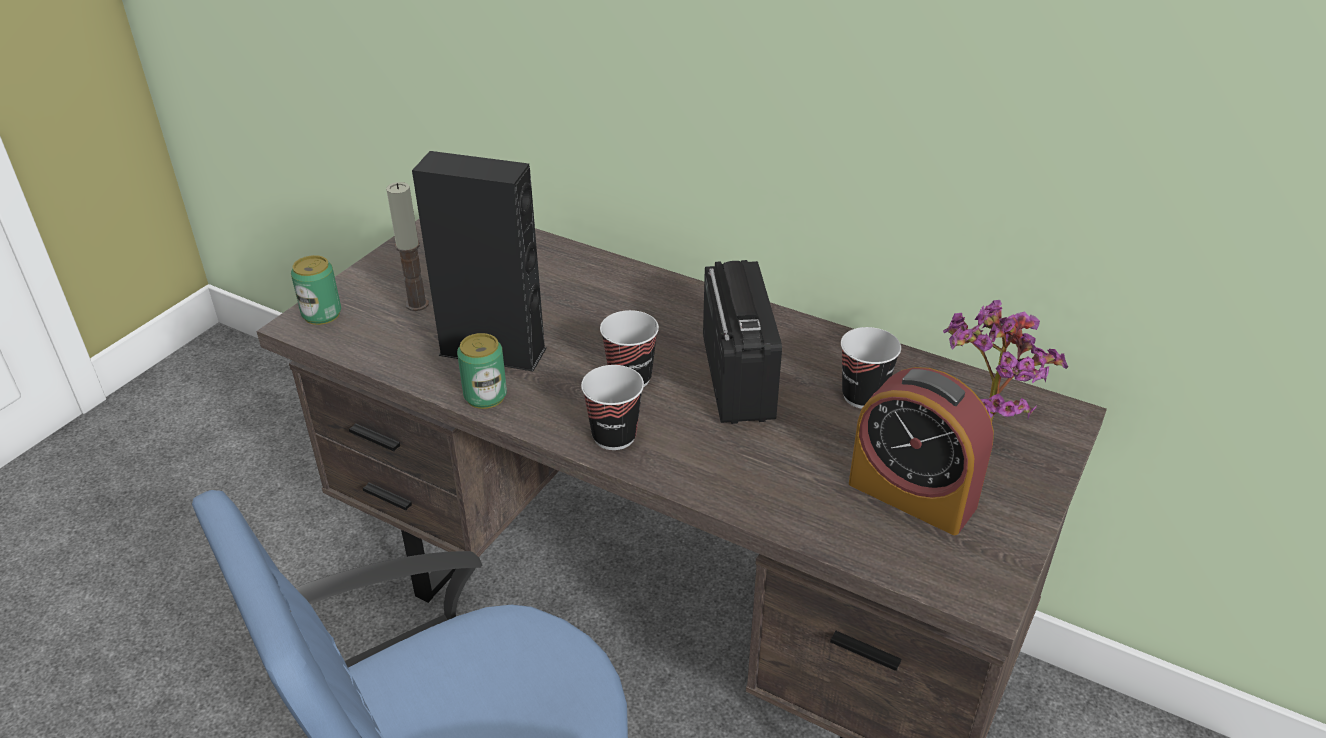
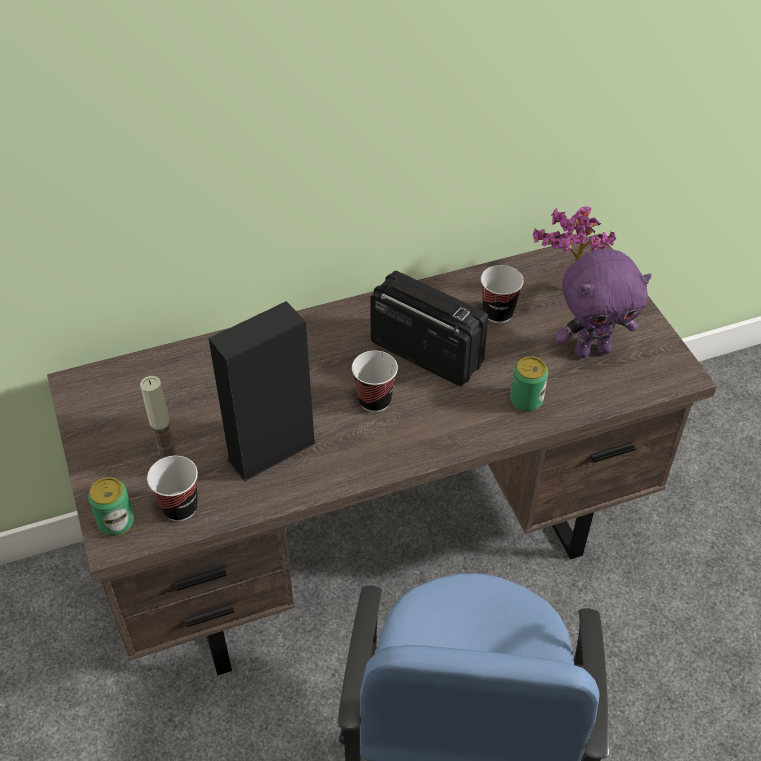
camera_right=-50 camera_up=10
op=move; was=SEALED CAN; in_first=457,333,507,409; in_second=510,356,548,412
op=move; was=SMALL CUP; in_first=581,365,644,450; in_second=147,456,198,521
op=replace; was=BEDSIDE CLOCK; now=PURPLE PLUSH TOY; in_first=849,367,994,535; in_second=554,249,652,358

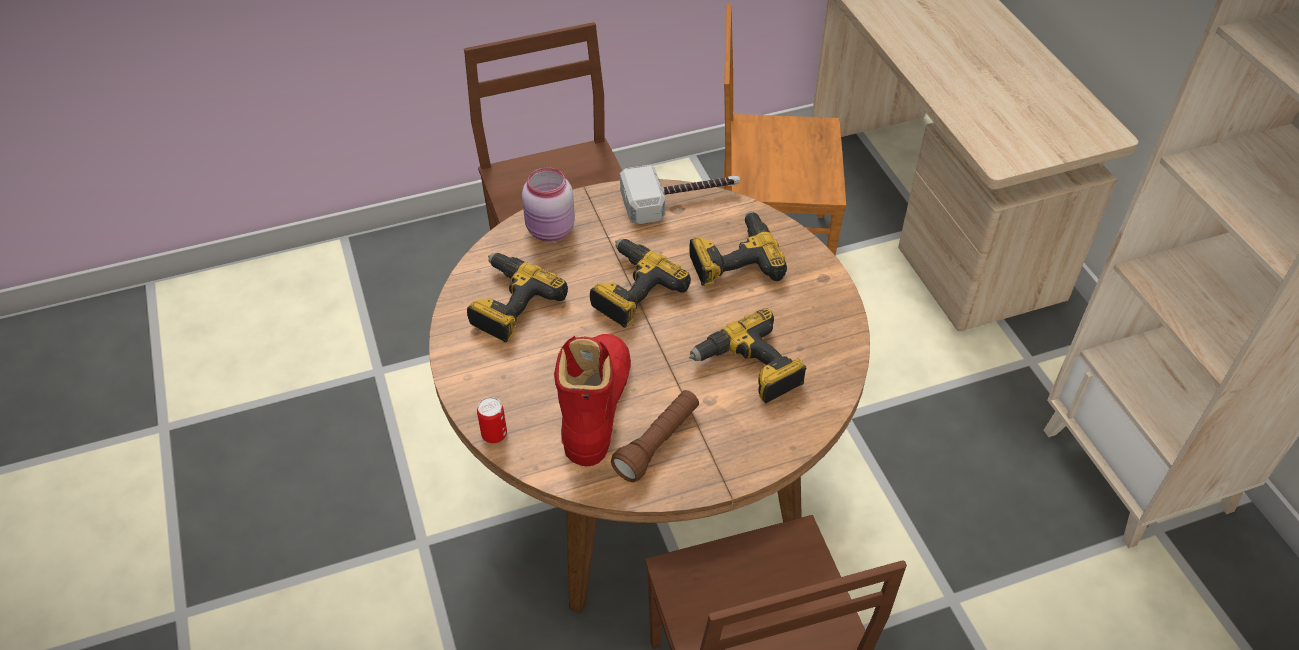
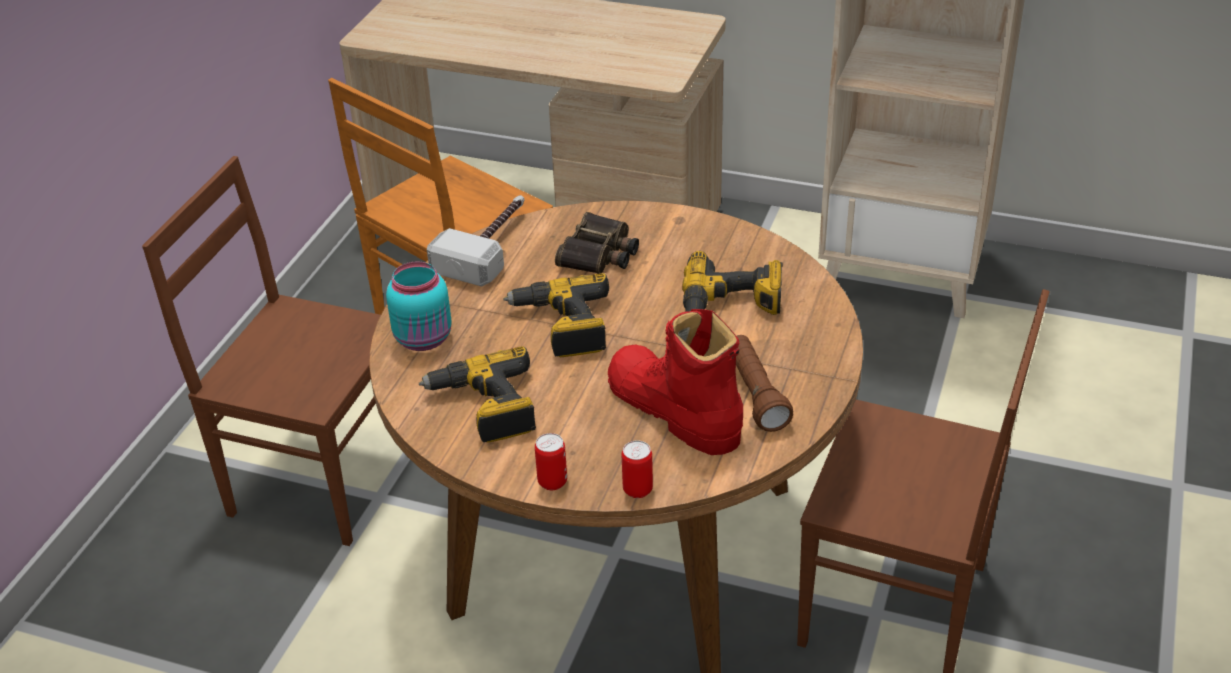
camera_right=-50 camera_up=-10
op=recolor; was=PINK JAR; now=BLUE-GREEN JAR; in_first=522,168,575,242; in_second=386,261,452,351
op=replace; was=DRILL; now=PAIR OF BINOCULARS; in_first=690,211,787,286; in_second=555,212,639,274
op=insert; now=SEALED CAN; in_second=535,433,567,490

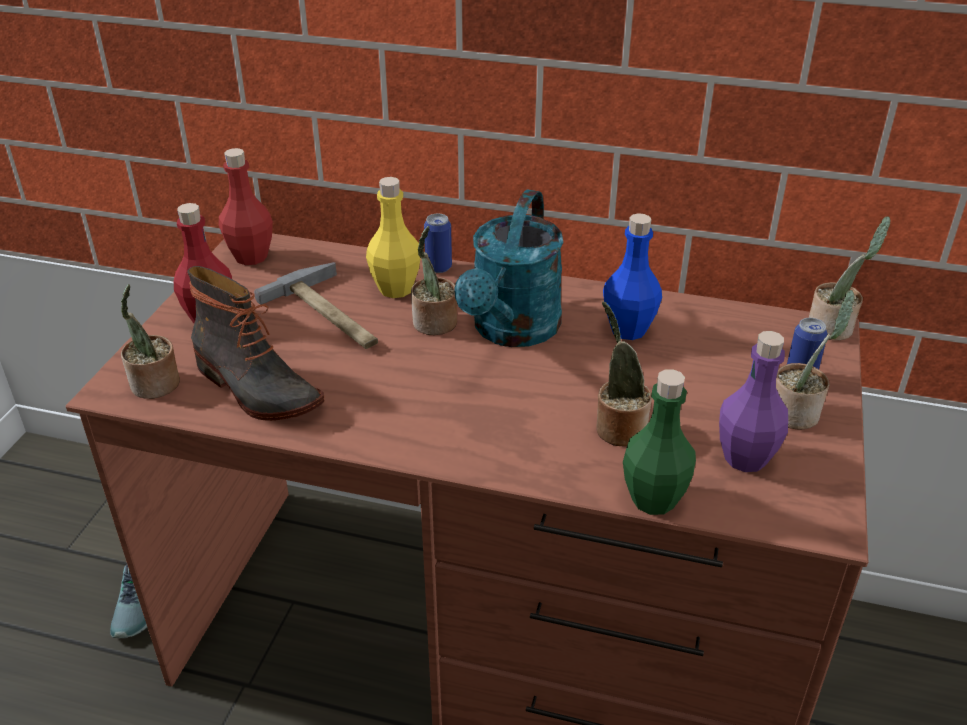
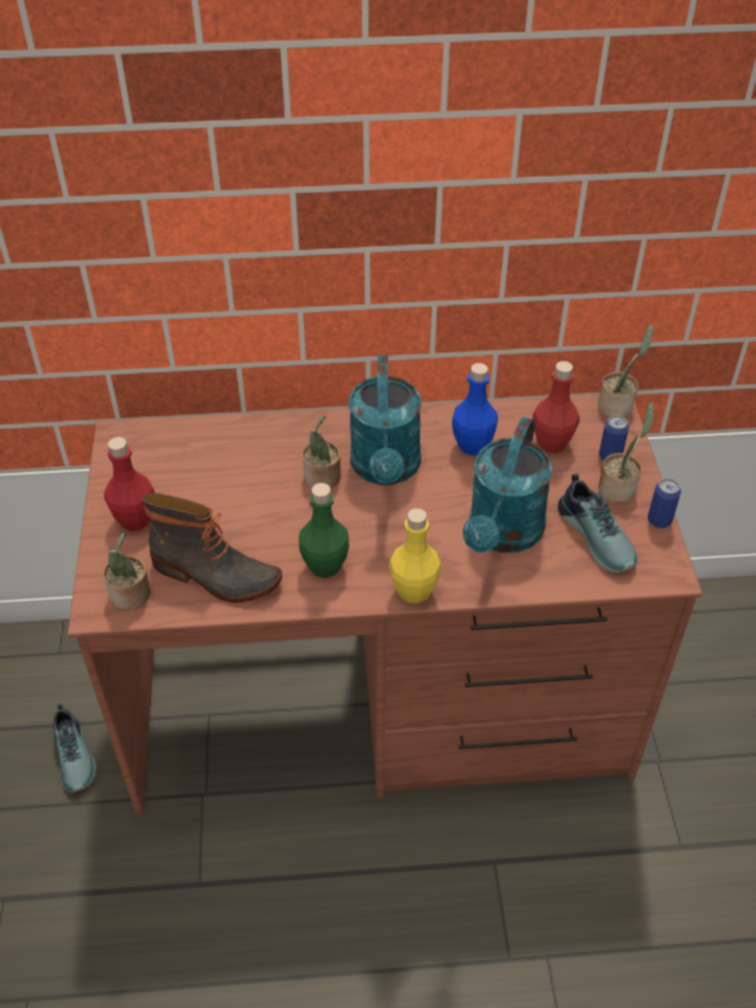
camera_right=-20 camera_up=10
op=move; was=REDDISH BEVERAGE BOTTLE; in_first=219,148,273,265; in_second=532,361,580,453
op=delete; was=HAMMER; in_first=254,262,378,349
op=move; was=YELLOWISH BEVERAGE BOTTLE; in_first=366,177,421,298; in_second=389,508,442,604
op=move; was=SEALED CAN; in_first=424,213,452,273; in_second=648,478,681,528
op=replace; was=PLANT IN A POT; now=BLUE-GREEN WATERING CAN; in_first=596,301,652,447; in_second=463,417,552,553
op=move; was=GREENISH BEVERAGE BOTTLE; in_first=623,369,696,515; in_second=299,483,349,578
op=replace; was=PURPLE BEVERAGE BOTTLE; now=LOW SHOE; in_first=719,331,788,472; in_second=558,473,638,573

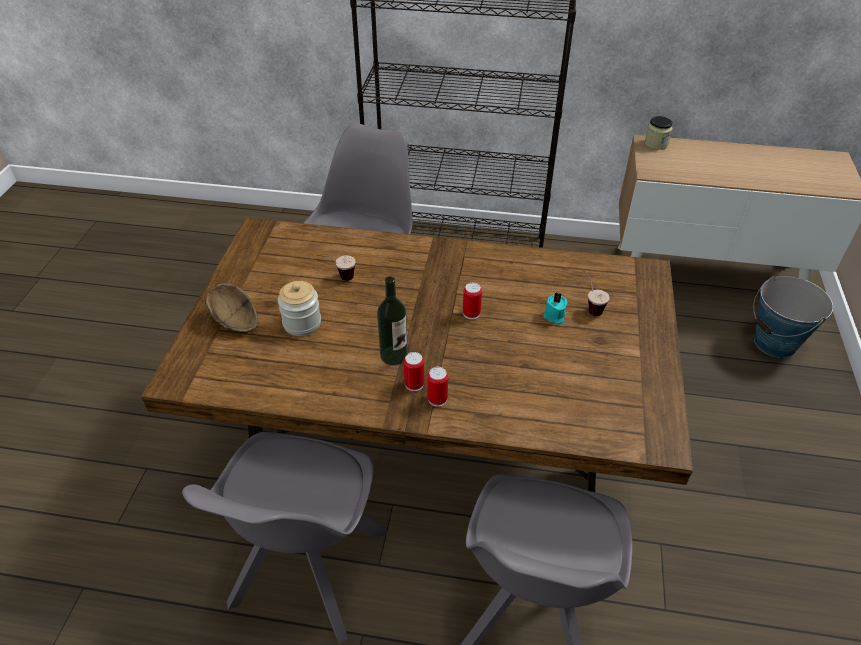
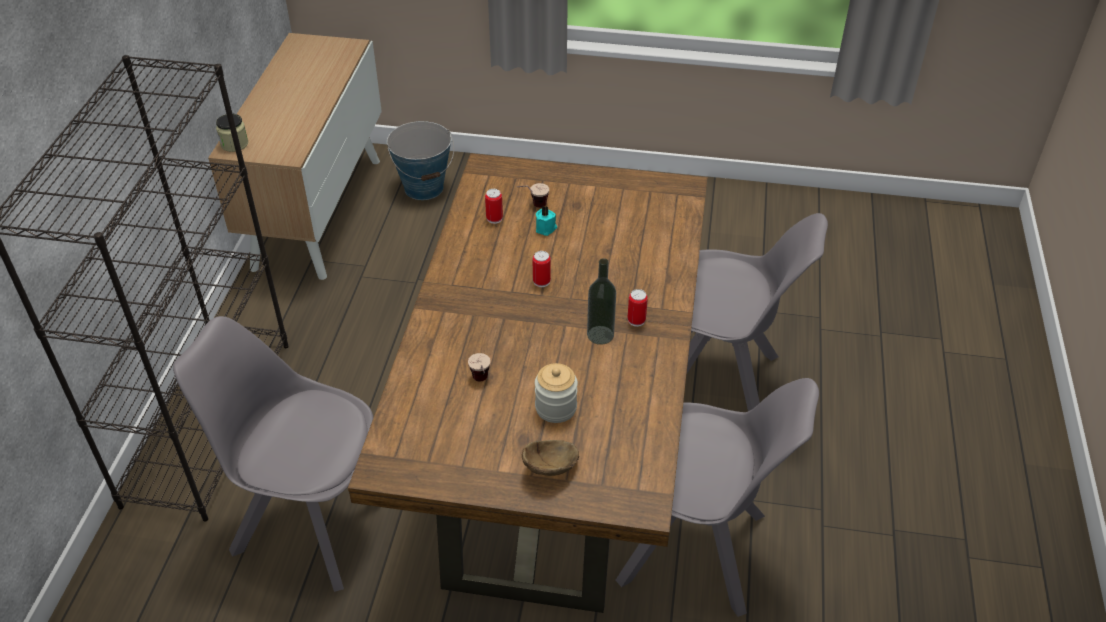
camera_right=-90 camera_up=0
op=move; was=SEALED CAN; in_first=427,367,448,407; in_second=485,189,503,224

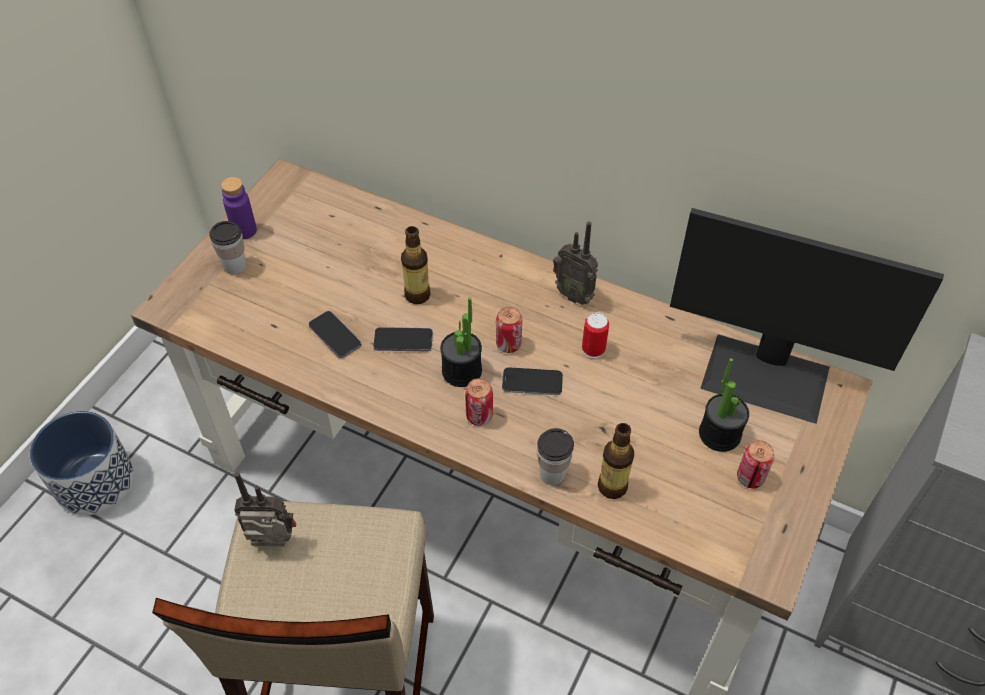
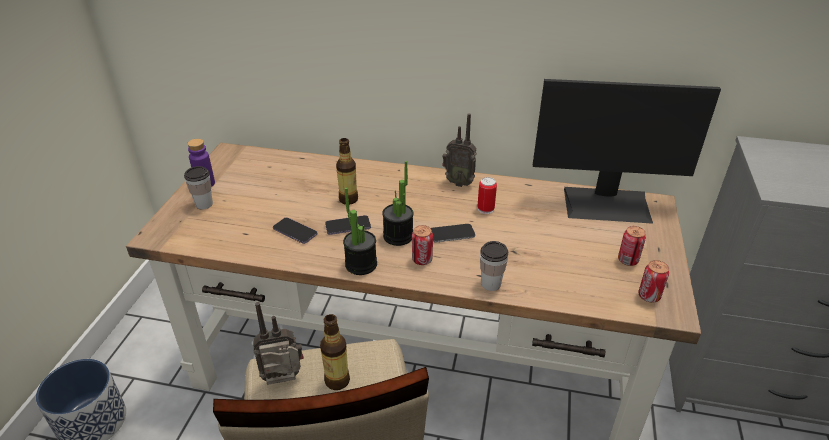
camera_right=-15 camera_up=-15
op=move; was=SEALED CAN; in_first=496,307,522,353; in_second=638,260,669,303
op=move; was=BEVERAGE BOTTLE; in_first=598,423,634,499; in_second=320,314,350,390
op=move; was=PLANT IN A POT; in_first=699,358,749,452; in_second=343,187,377,275

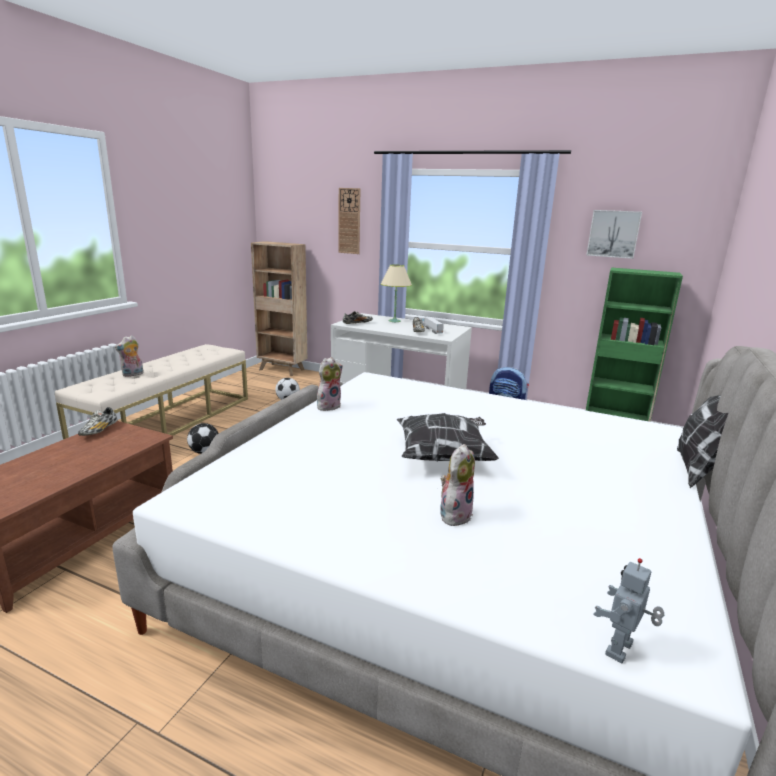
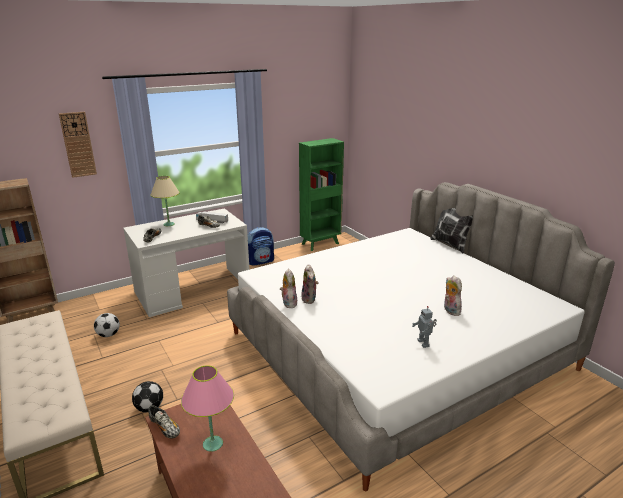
camera_right=-55 camera_up=5
op=move; was=PLUSH TOY; in_first=115,335,144,377; in_second=301,264,318,304
op=delete; was=THROW PILLOW; in_first=396,413,499,461
op=delete; was=WALL PICTURE; in_first=586,210,642,259
op=move; was=MODEL ROBOT; in_first=594,558,664,663; in_second=412,306,437,348
op=insert; now=PINK TABLE LAMP; in_second=181,365,234,452

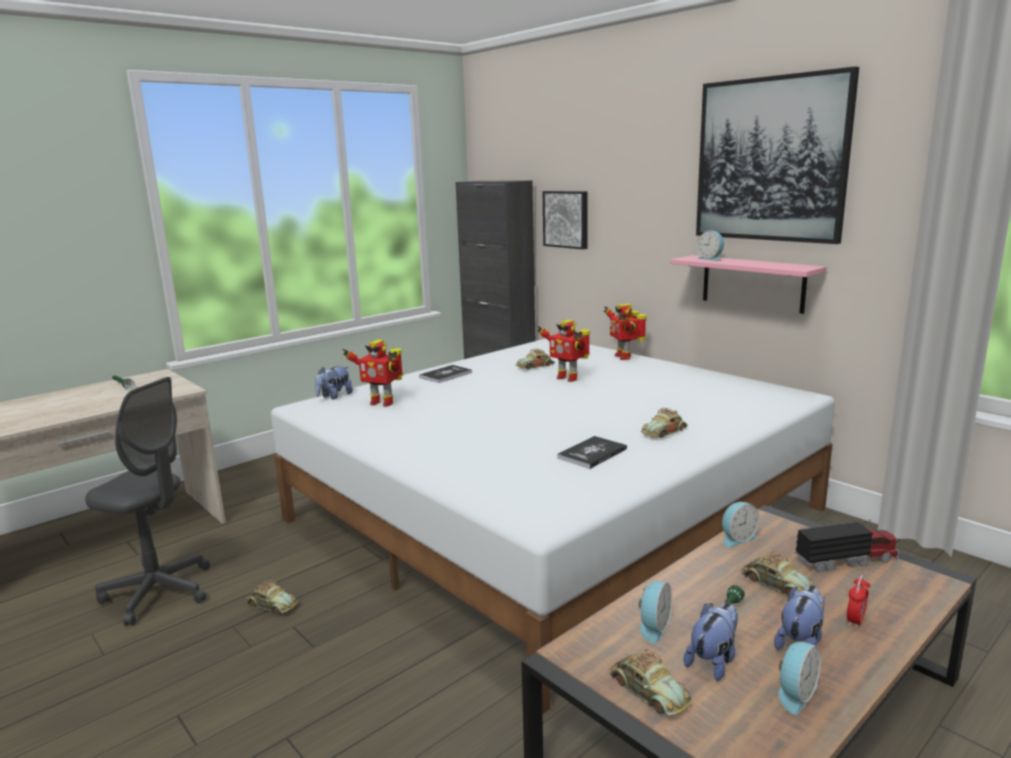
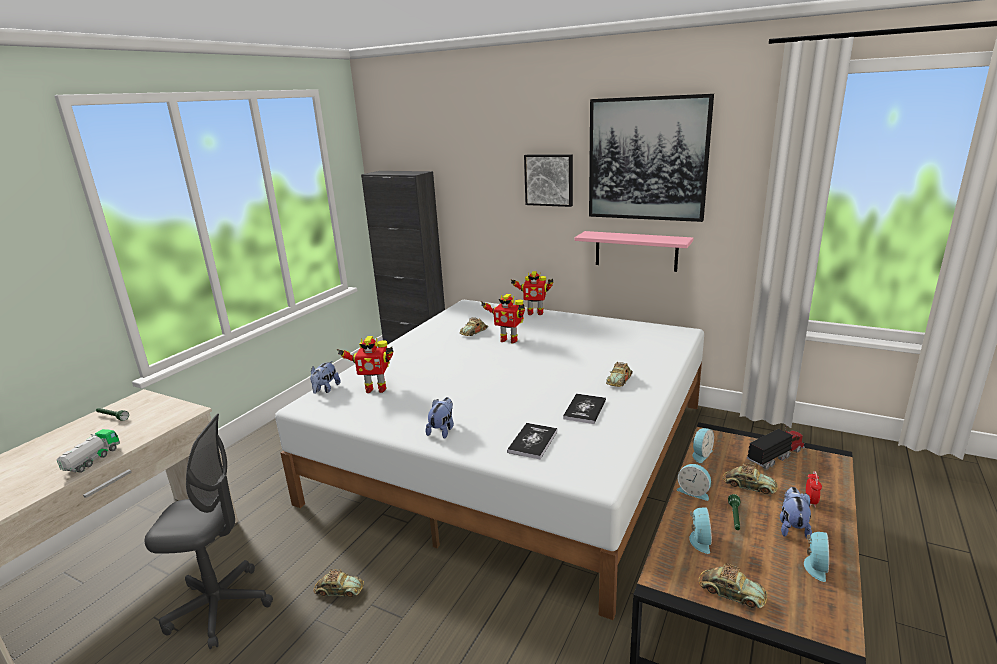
camera_right=-20 camera_up=5
op=move; was=VOLUME; in_first=419,365,472,383; in_second=507,423,557,459
op=move; was=WALL PICTURE; in_first=543,191,588,249; in_second=524,154,573,207
op=rotate; was=MODEL ROBOT; in_first=604,304,647,360; in_second=510,271,554,315; clockwise=-45
op=move; was=PLUSH TOY; in_first=684,603,738,681; in_second=426,397,454,439
op=move; was=BEDSIDE CLOCK; in_first=697,230,724,261; in_second=677,464,711,501
op=insert; now=MODEL TRUCK; in_second=57,429,120,473

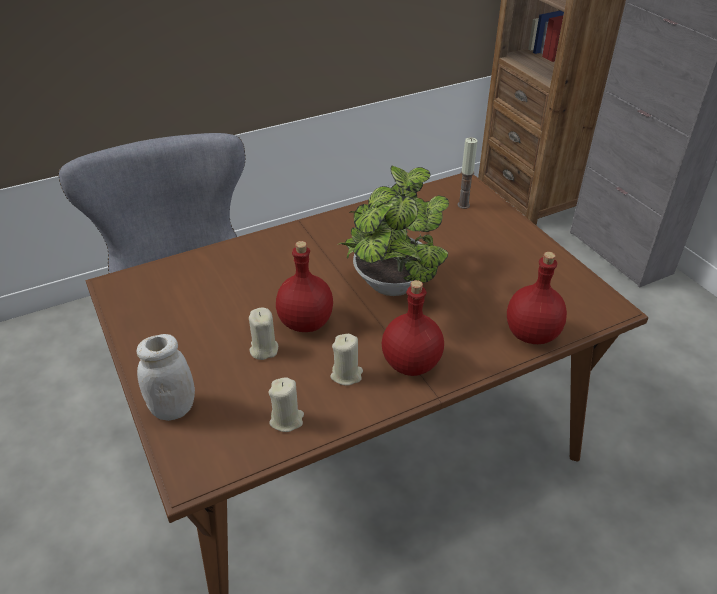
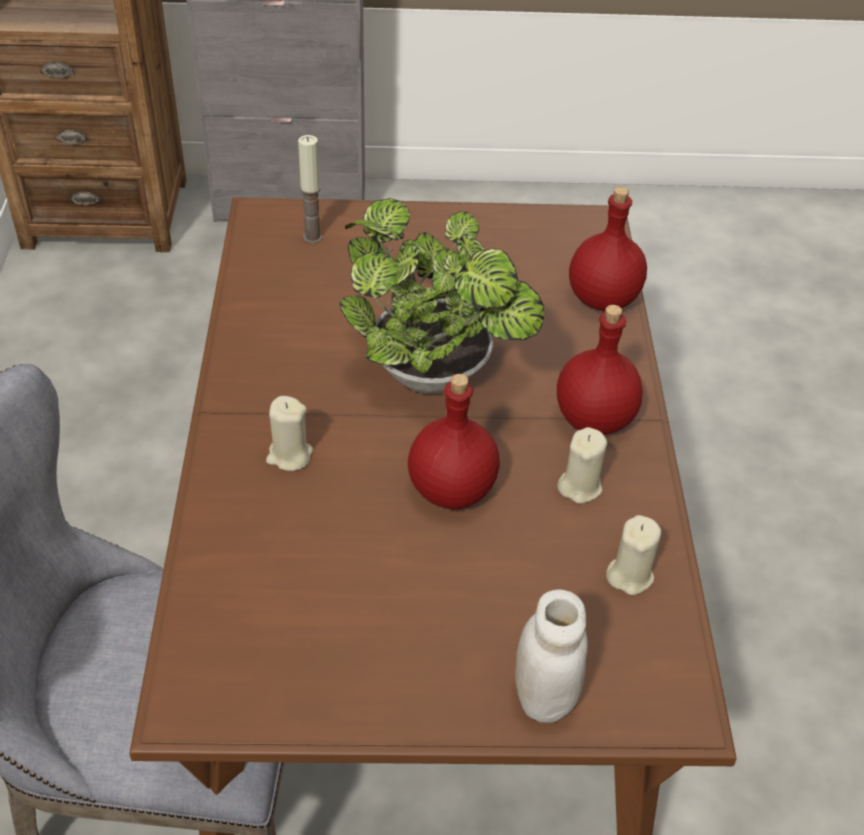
camera_right=-65 camera_up=5
op=move; was=SAND-COLOURED WAX CANDLE; in_first=249,308,278,360; in_second=266,396,313,471

